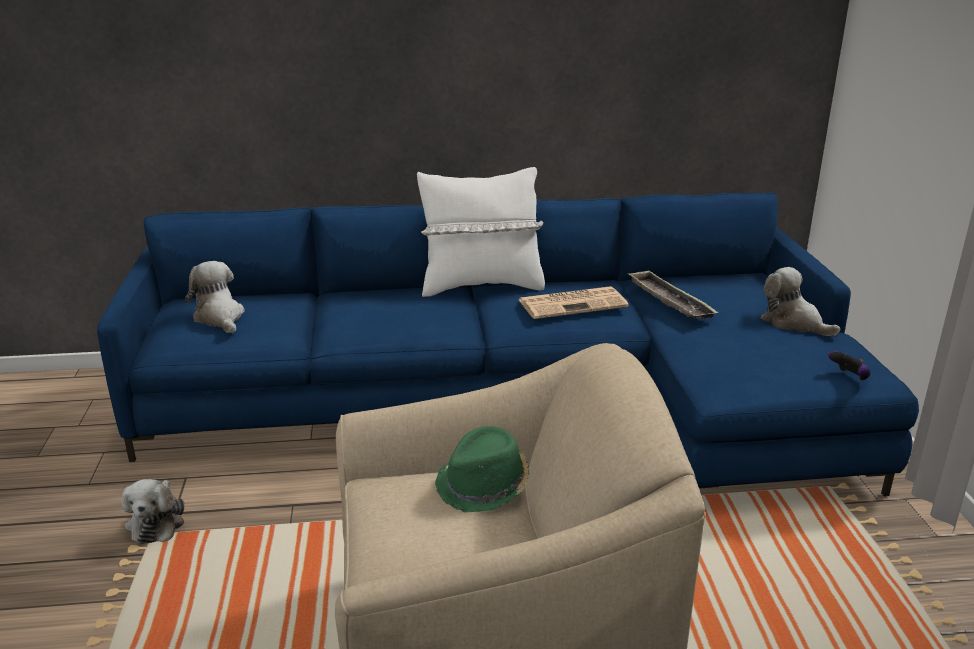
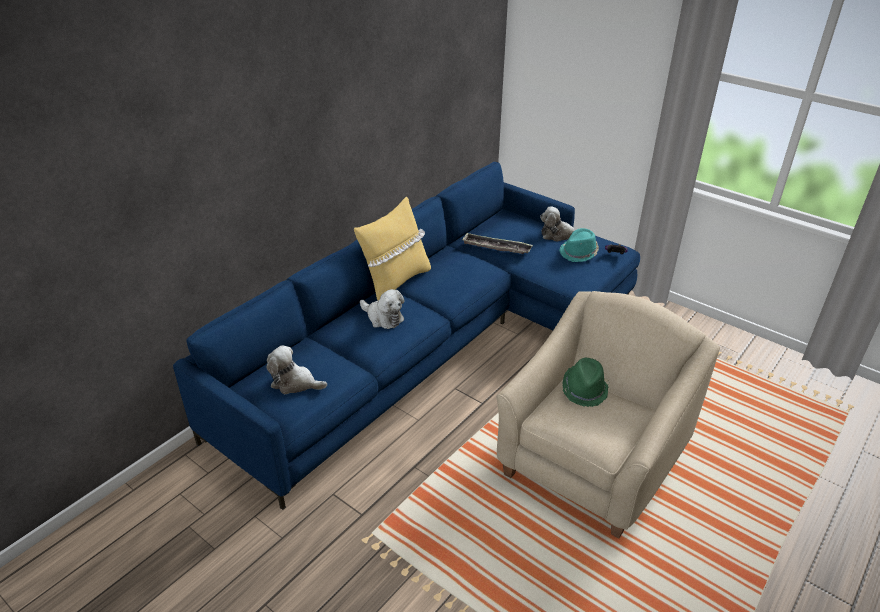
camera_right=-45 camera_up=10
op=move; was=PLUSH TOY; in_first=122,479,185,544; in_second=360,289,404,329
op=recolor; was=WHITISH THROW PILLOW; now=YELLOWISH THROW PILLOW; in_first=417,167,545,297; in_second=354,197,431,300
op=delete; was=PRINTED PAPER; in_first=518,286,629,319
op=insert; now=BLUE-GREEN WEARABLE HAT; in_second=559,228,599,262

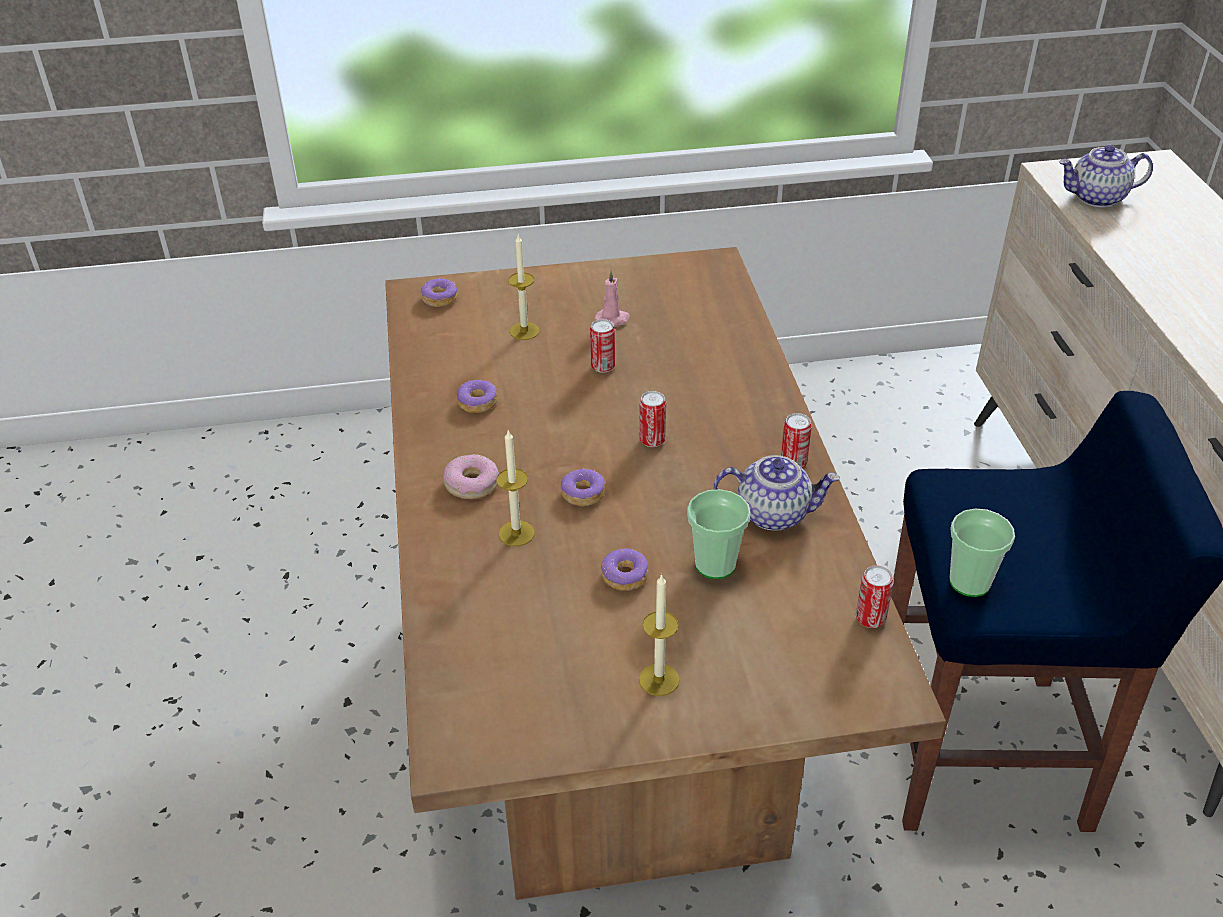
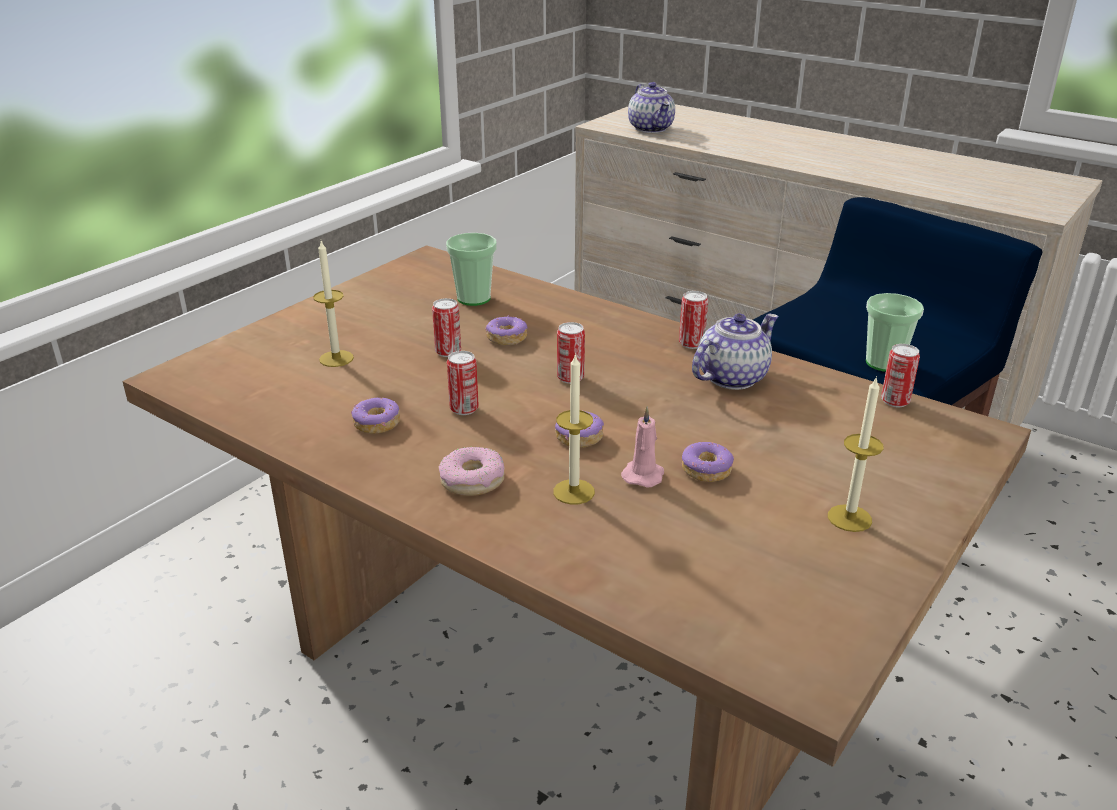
camera_right=-45 camera_up=-10
op=move; was=DONUT; in_first=421,278,457,307; in_second=485,315,527,345
op=move; was=PINK WAX CANDLE; in_first=595,270,630,327; in_second=621,406,664,488
op=move; was=SMALL CUP; in_first=687,489,751,579; in_second=446,233,497,306
op=rotate; was=TEA POT; in_first=1059,145,1153,208; in_second=628,82,675,133; clockwise=-60
op=insert; now=SEALED CAN; in_second=447,351,479,415

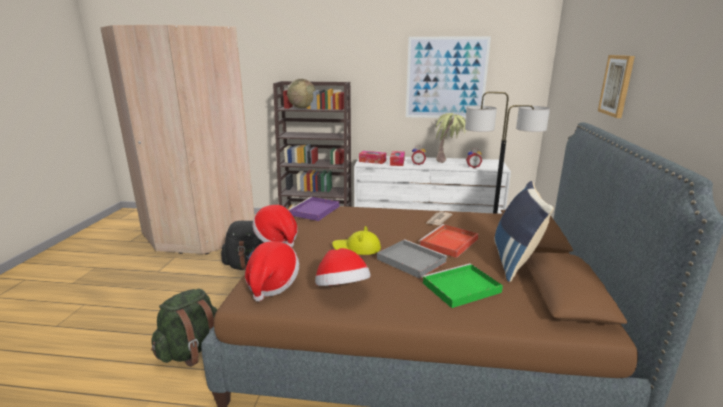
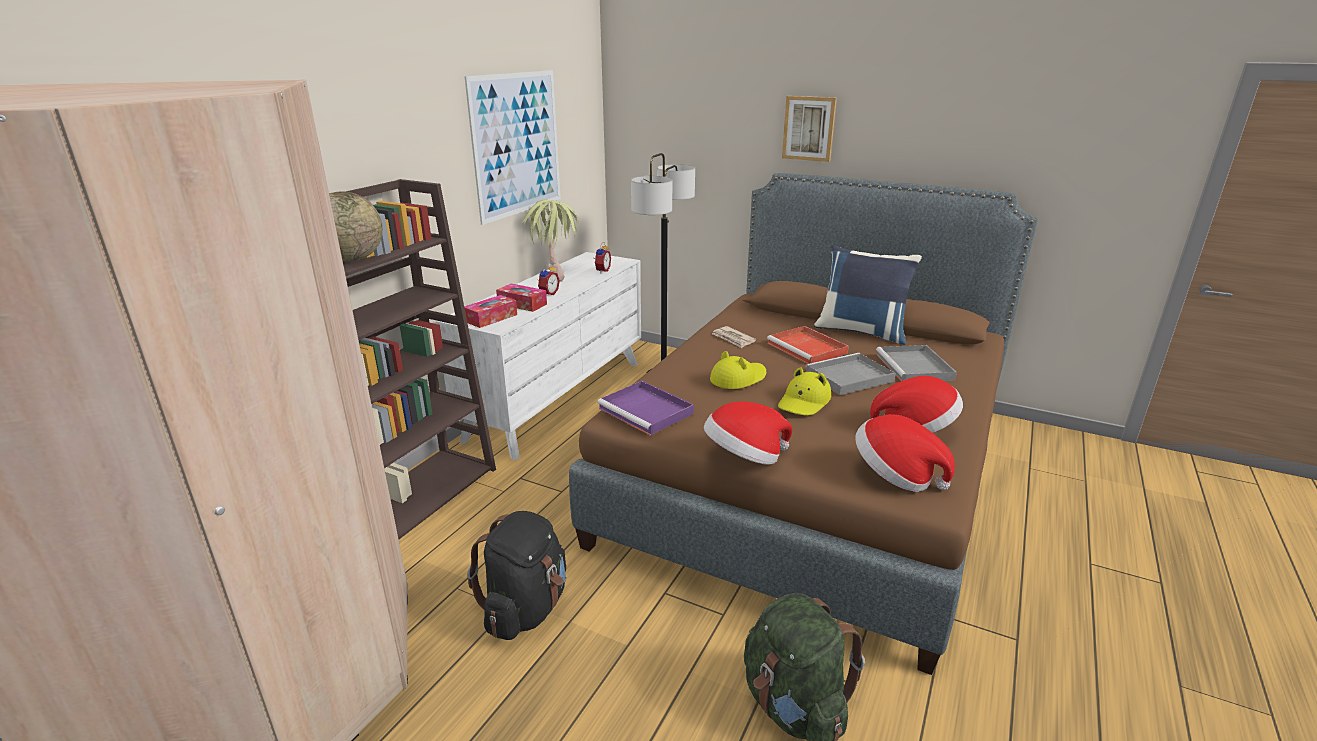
camera_right=-70 camera_up=5
op=recolor; was=GREENISH TRAY; now=GRAY TRAY; in_first=422,263,503,308; in_second=876,345,957,381
op=insert; now=YELLOWISH WEARABLE HAT; in_second=710,351,766,389

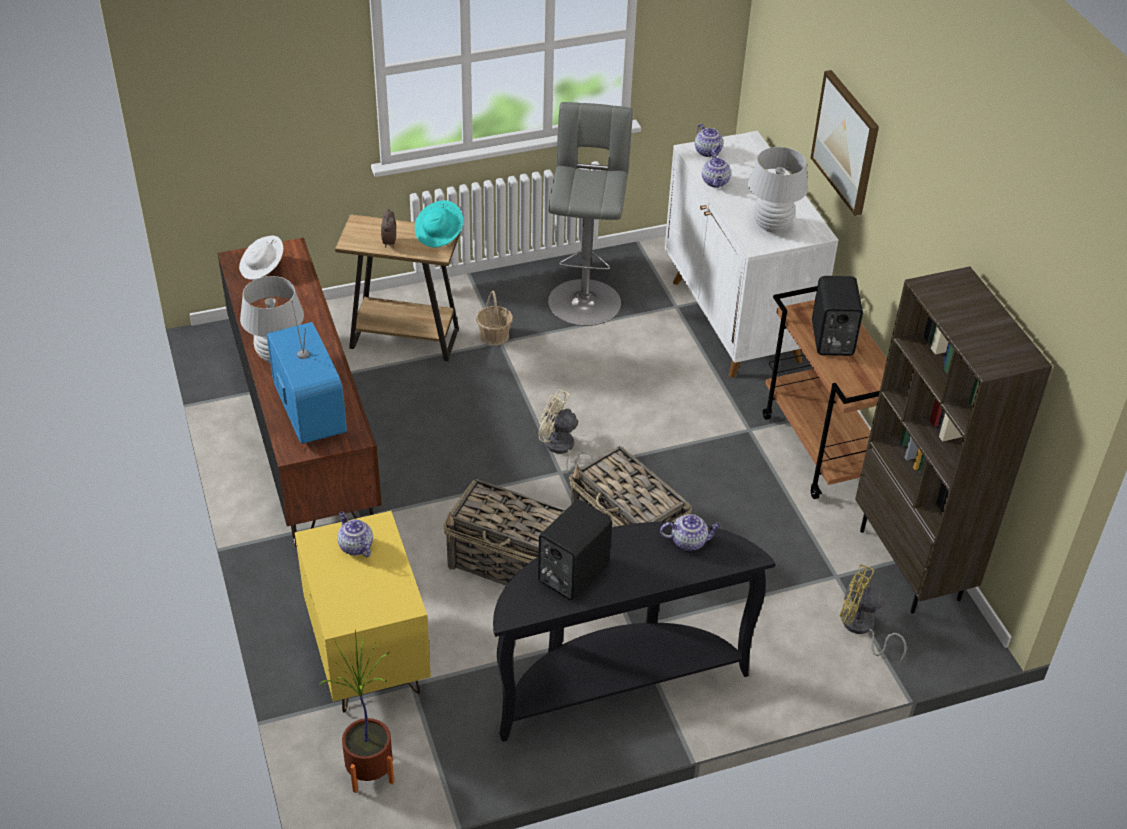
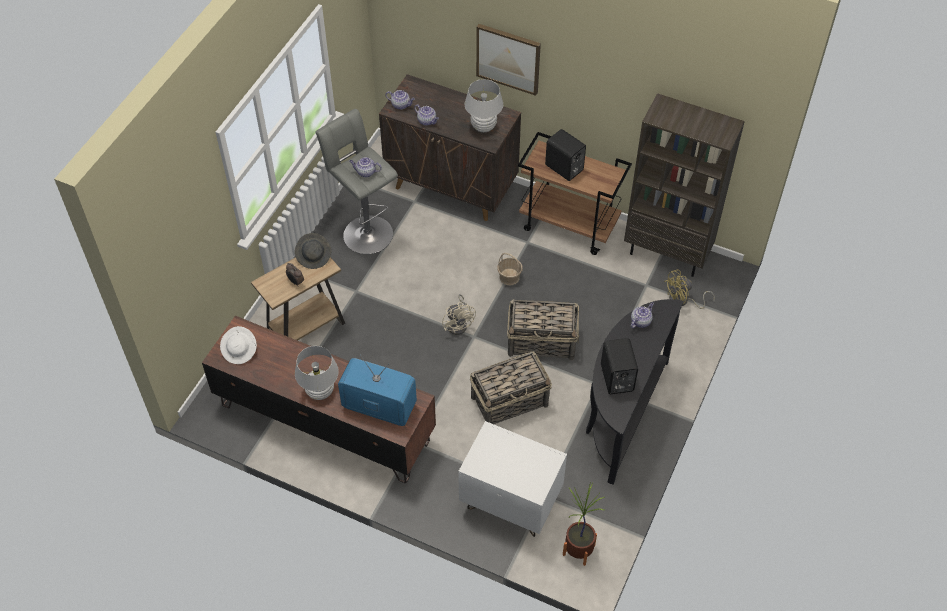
camera_right=-45 camera_up=10
op=recolor; was=YELLOWISH BEDSIDE TABLE; now=WHITISH BEDSIDE TABLE; in_first=295,511,431,712; in_second=458,421,567,537
op=move; was=TEA POT; in_first=337,511,373,557; in_second=349,157,382,177
op=recolor; was=BLUE-GREEN WEARABLE HAT; now=GRAY WEARABLE HAT; in_first=415,200,463,247; in_second=295,233,331,269
op=move; was=BASKET; in_first=476,290,513,346; in_second=497,253,522,285
op=rotate; was=SAND-COLOURED FAN; in_first=538,389,594,472; in_second=442,294,476,335; clockwise=-90
op=recolor; was=WHITISH CUPBOARD; now=BROWN-COLOURED CUPBOARD; in_first=665,131,838,378; in_second=379,74,521,221

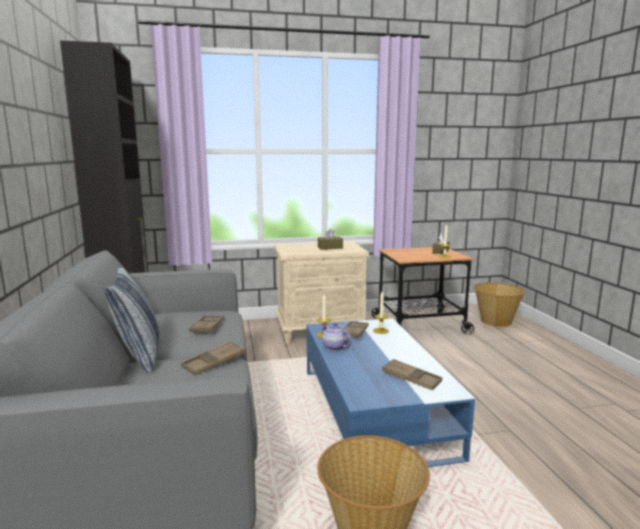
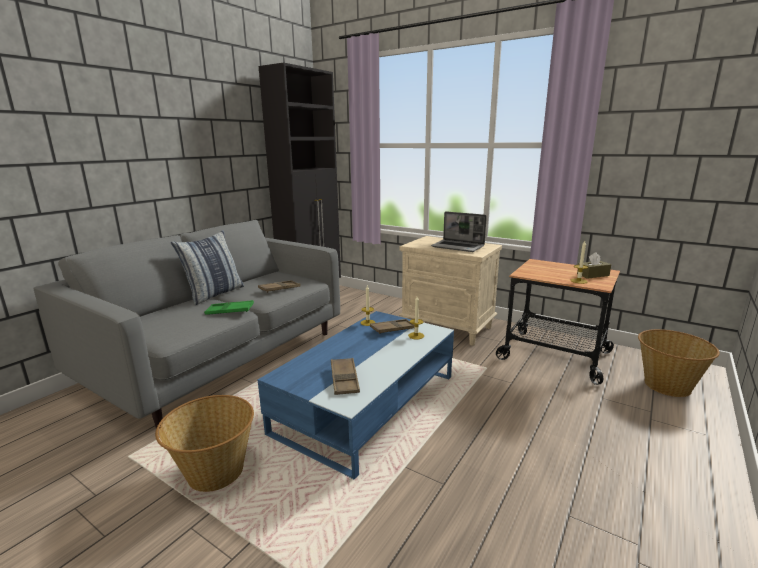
camera_right=45 camera_up=5
op=recolor; was=BROWN-COLOURED TRAY; now=GREENISH TRAY; in_first=181,341,246,375; in_second=204,300,254,315
op=replace; was=BROWN-COLOURED TISSUE BOX; now=PORTABLE COMPUTER; in_first=318,228,343,250; in_second=431,211,487,252
op=delete; was=TEA POT; in_first=320,323,352,351

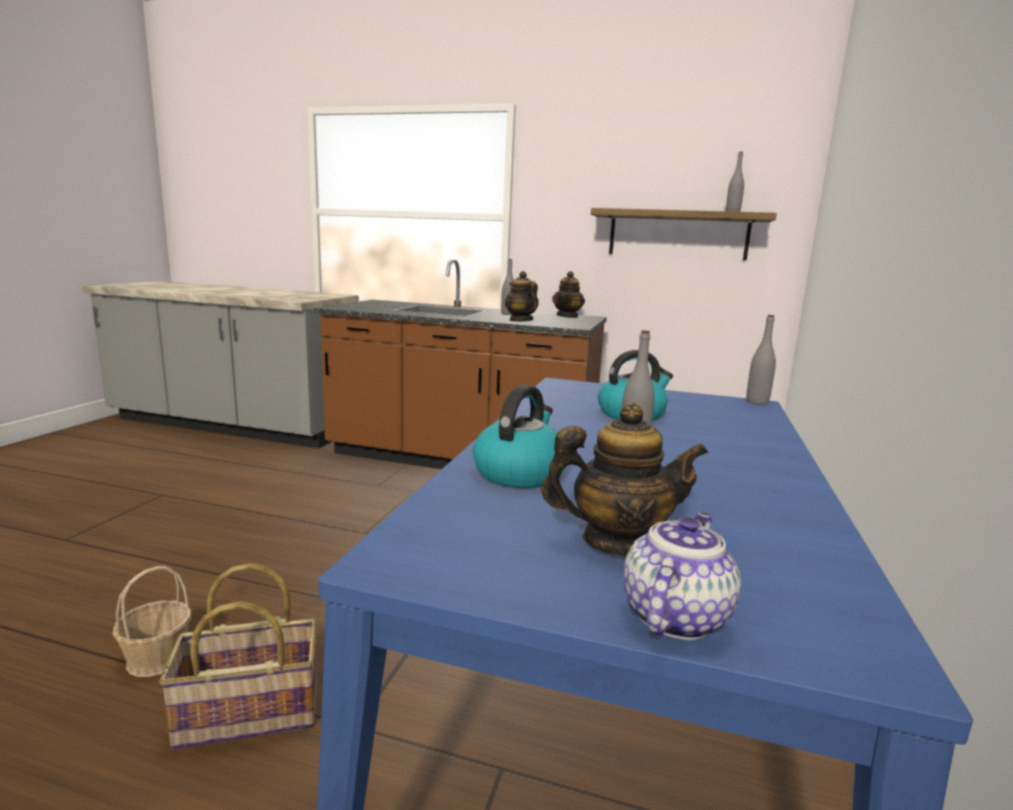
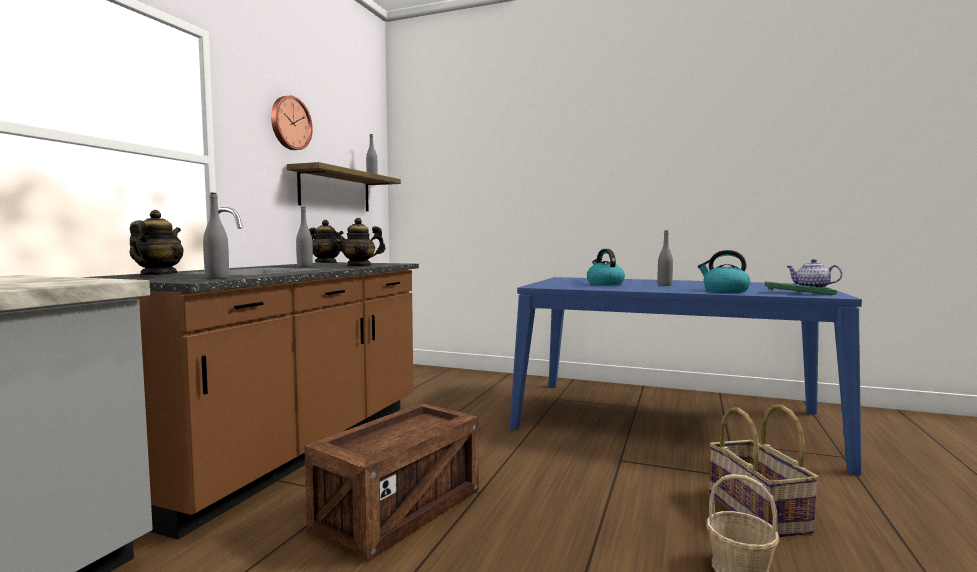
camera_right=-85 camera_up=-10
op=move; was=TEA POT; in_first=541,402,709,556; in_second=129,210,184,276
op=move; was=GRAY BEVERAGE BOTTLE; in_first=746,315,776,405; in_second=203,193,229,279
op=insert; now=HANGING CLOCK; in_second=271,96,313,150
op=insert; now=SHIPPING CRATE; in_second=304,403,479,562
op=insert; now=GREENISH TRAY; in_second=765,281,837,295

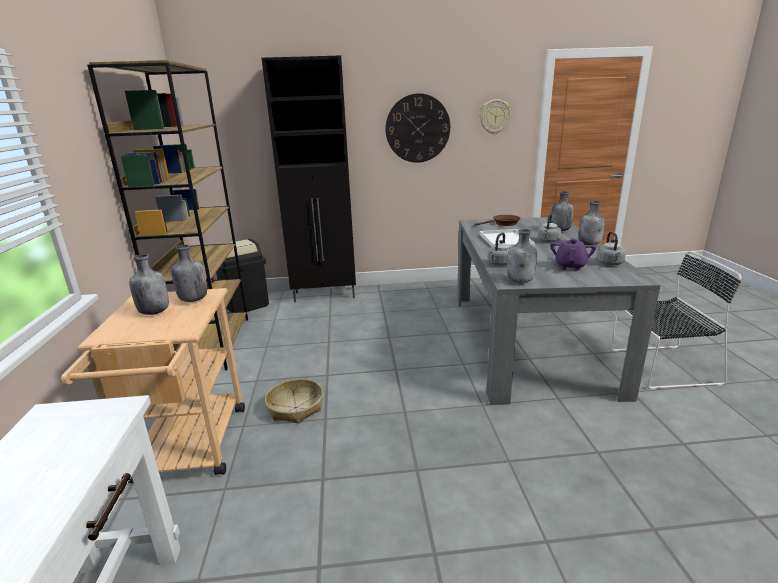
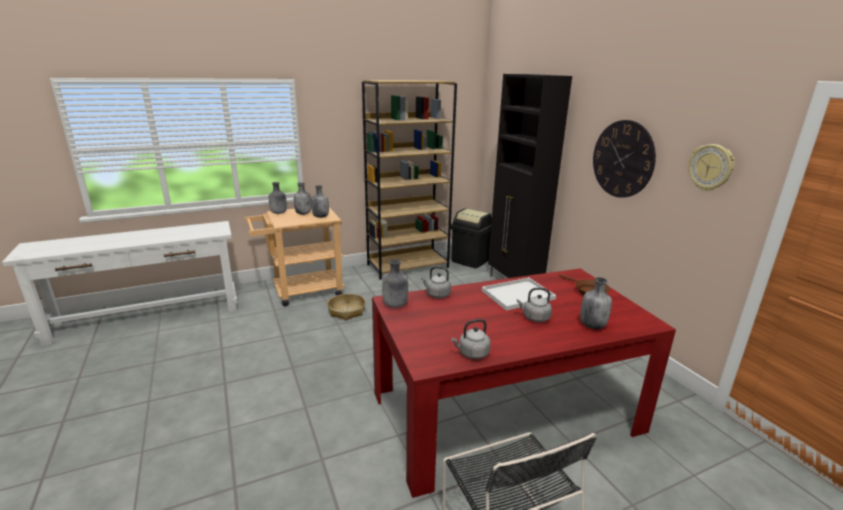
camera_right=70 camera_up=0
op=recolor; was=GRAY KITCHEN TABLE; now=REDDISH KITCHEN TABLE; in_first=457,217,661,405; in_second=372,268,676,498
op=delete; was=PURPLE TEA POT; in_first=550,238,596,271
op=move; was=GRAY BEVERAGE BOTTLE; in_first=579,201,605,245; in_second=269,182,287,214

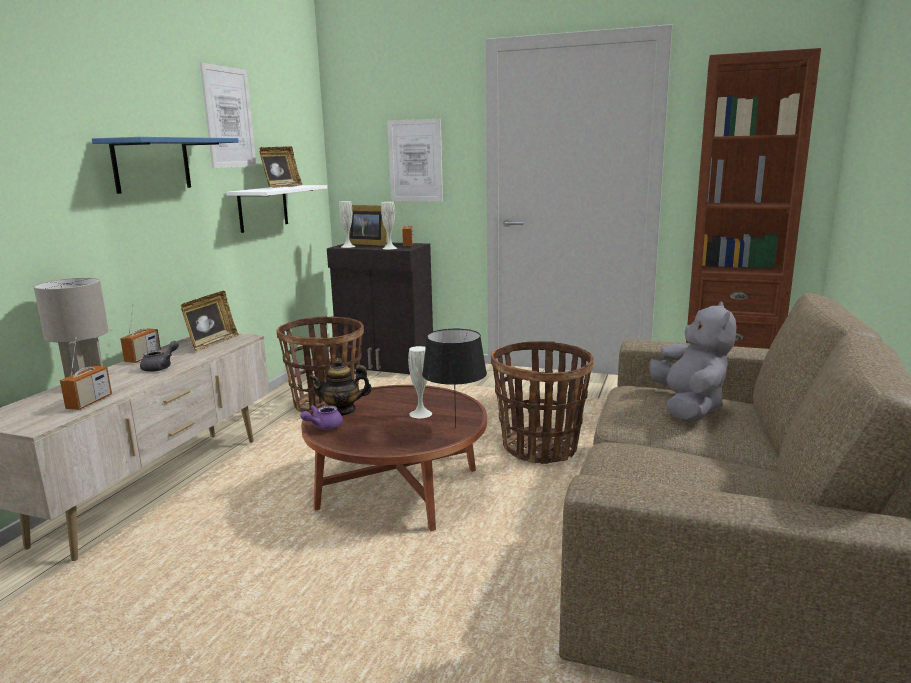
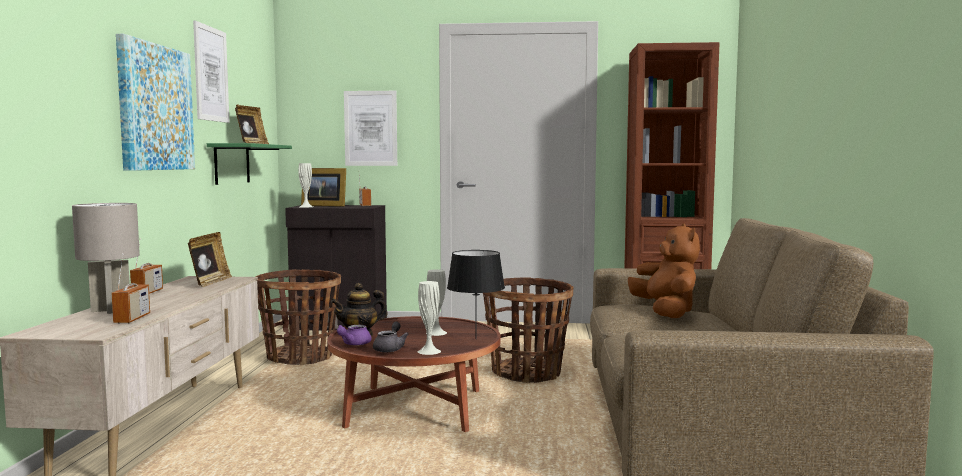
camera_right=-15 camera_up=-10
op=replace; was=BLUE-COLOURED SHELF; now=WALL PICTURE; in_first=92,137,239,194; in_second=116,34,195,171
op=move; was=GRAY TEA POT; in_first=140,341,179,372; in_second=373,322,409,352
op=recolor; was=WHITISH SHELF; now=GREENISH SHELF; in_first=227,185,327,233; in_second=207,143,292,185
op=move; was=WHITISH VASE; in_first=381,202,397,249; in_second=418,281,441,355
op=recolor; was=GRAY PLUSH TOY; now=BROWN-COLOURED PLUSH TOY; in_first=649,302,737,422; in_second=628,224,700,318

